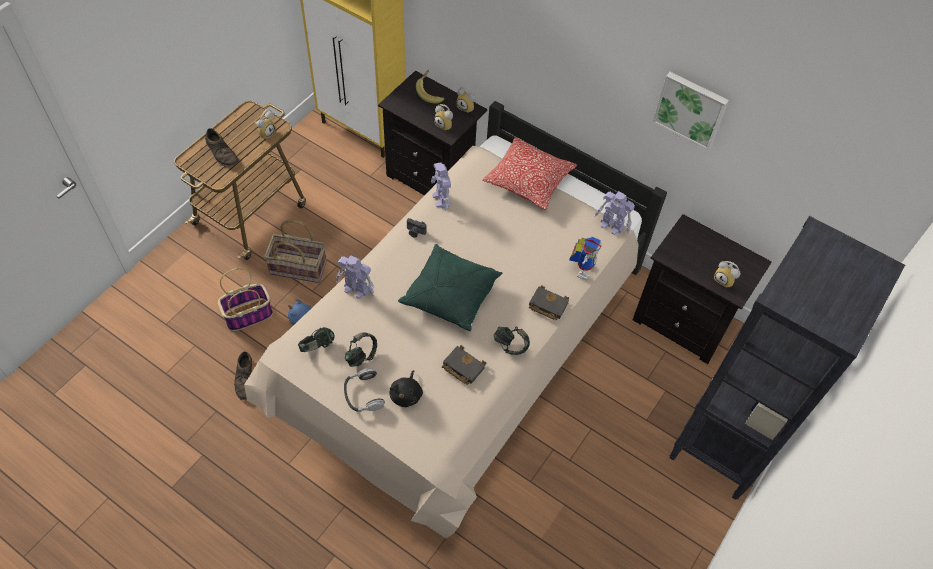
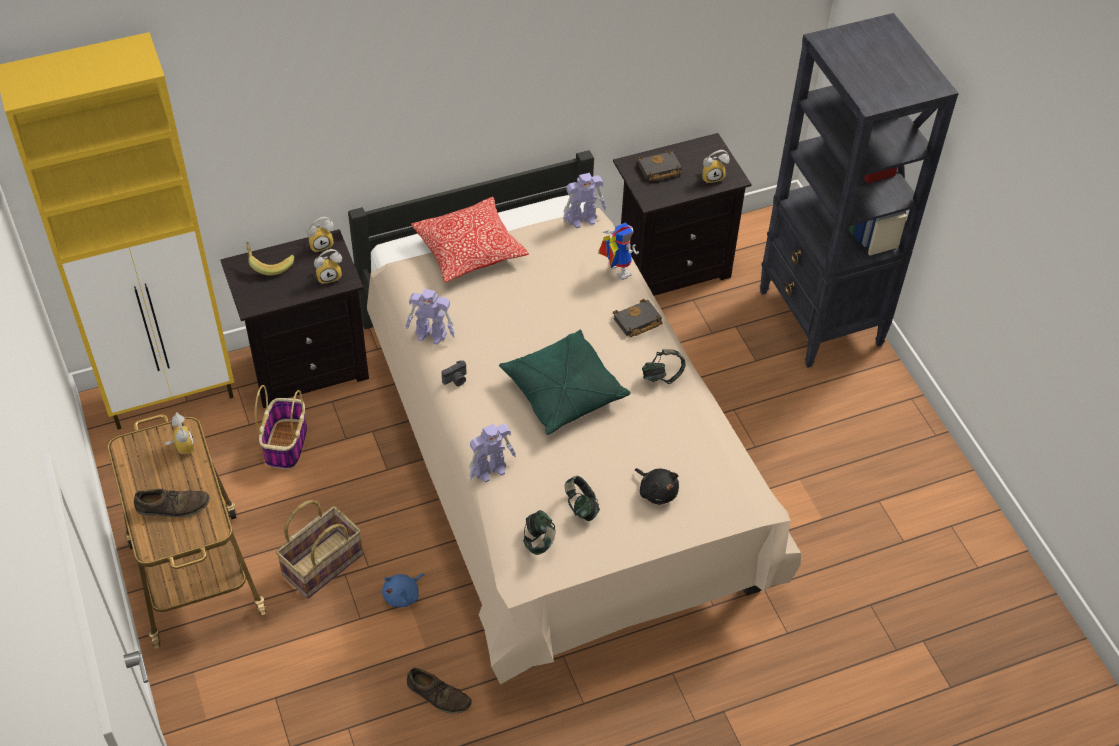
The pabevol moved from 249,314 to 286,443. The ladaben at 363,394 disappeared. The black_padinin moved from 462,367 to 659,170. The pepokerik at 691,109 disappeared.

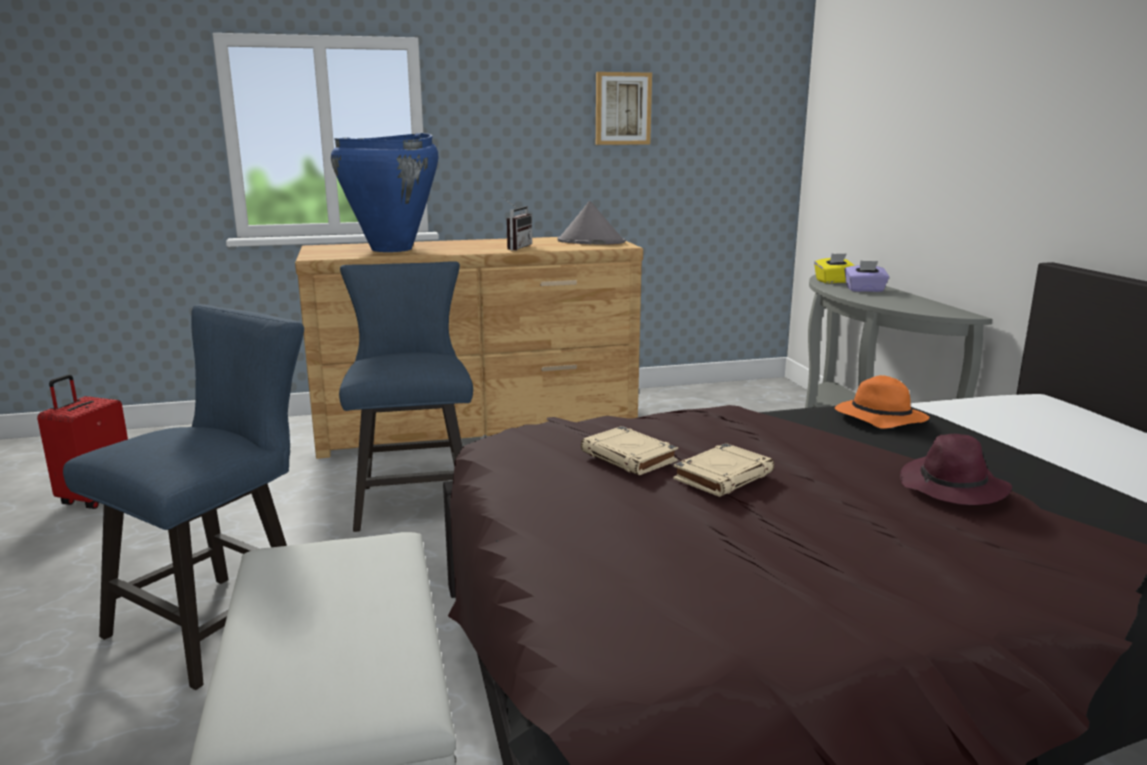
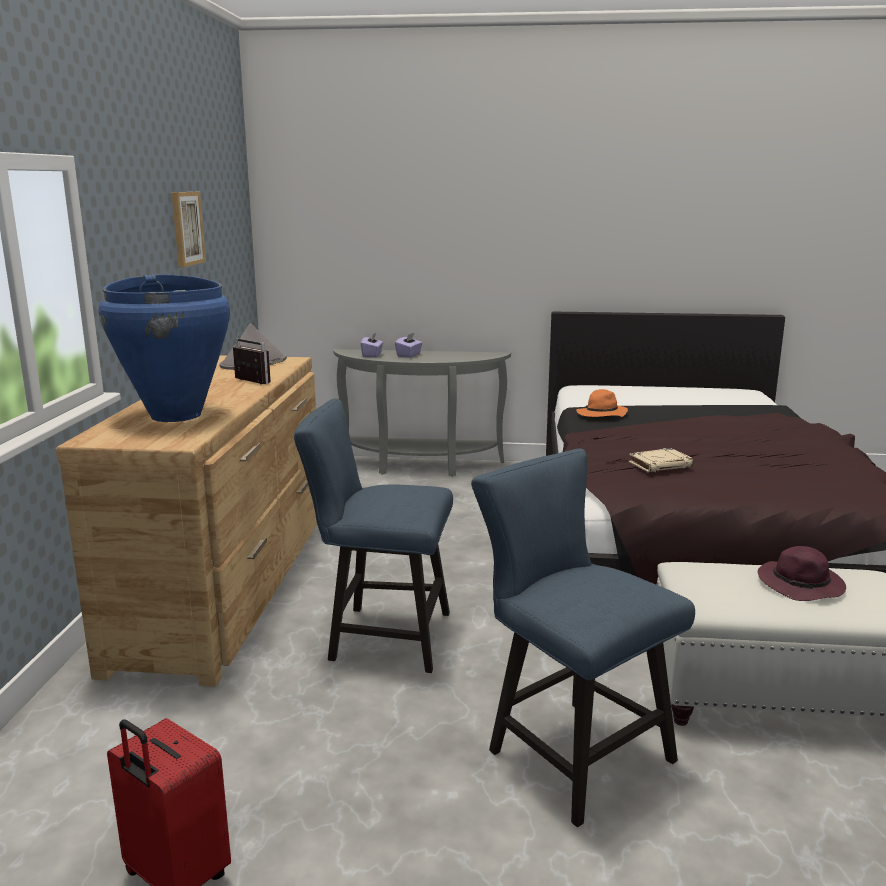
The beige_padinin at 723,476 disappeared. The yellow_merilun at 834,281 became the purple_merilun at 372,355. The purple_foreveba moved from 953,488 to 802,585.

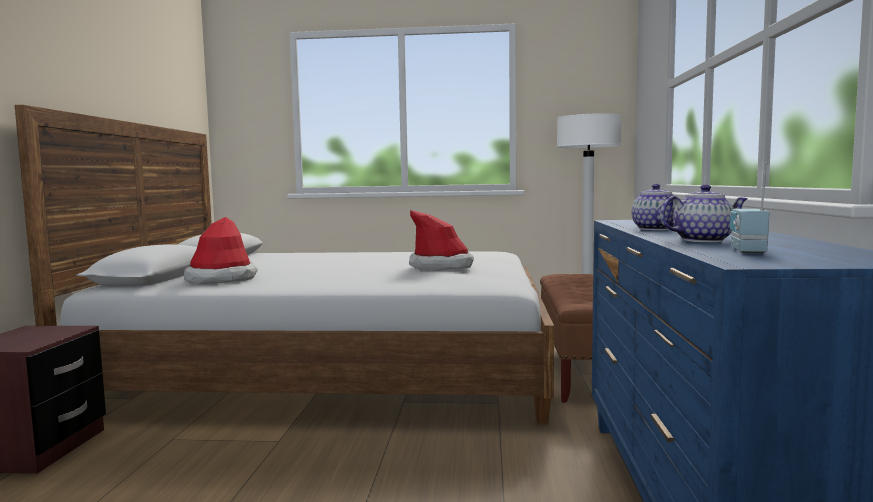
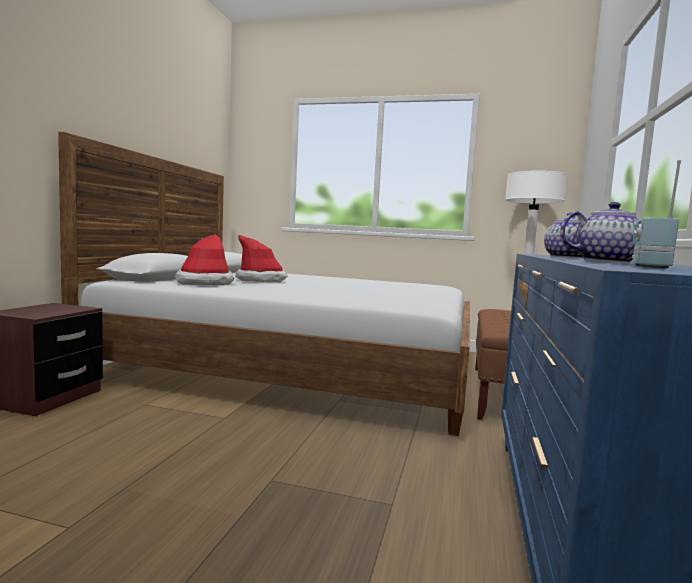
The foreveba moved from 441,266 to 261,280.

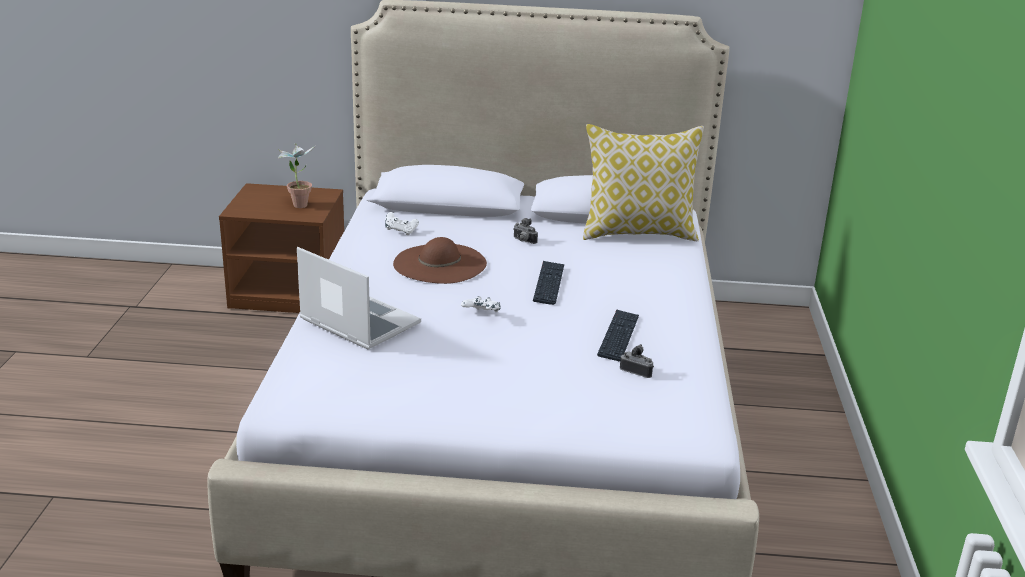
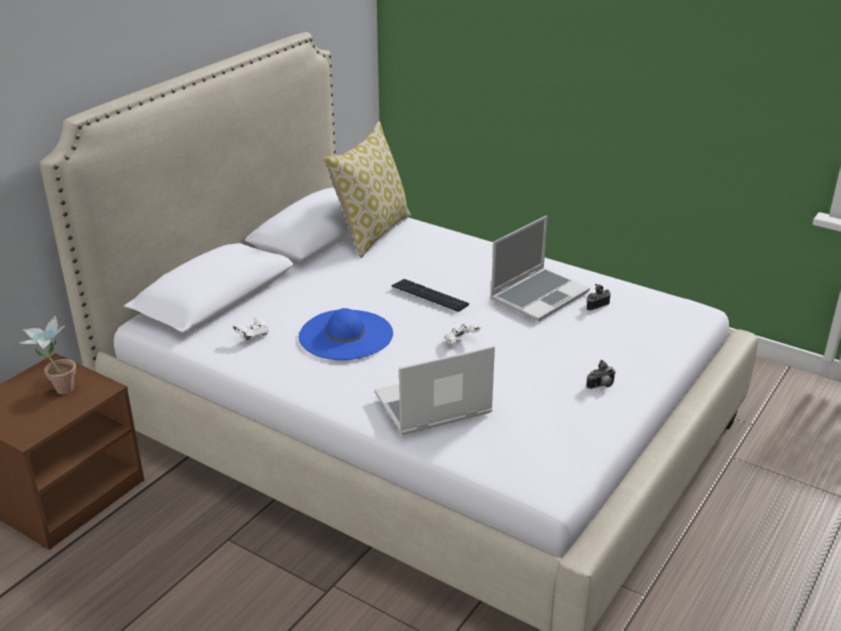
The brown_foreveba at 440,264 became the blue_foreveba at 346,335. The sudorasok moved from 523,241 to 602,386. The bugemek at 618,336 was replaced by the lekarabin at 539,295.

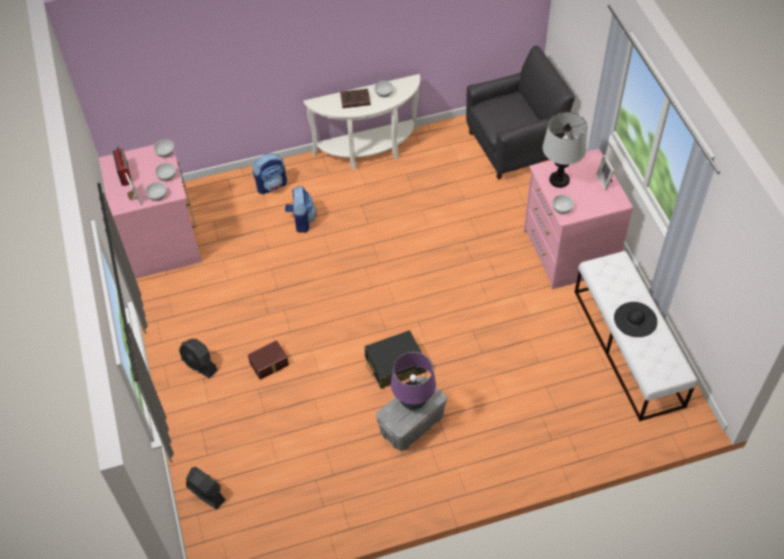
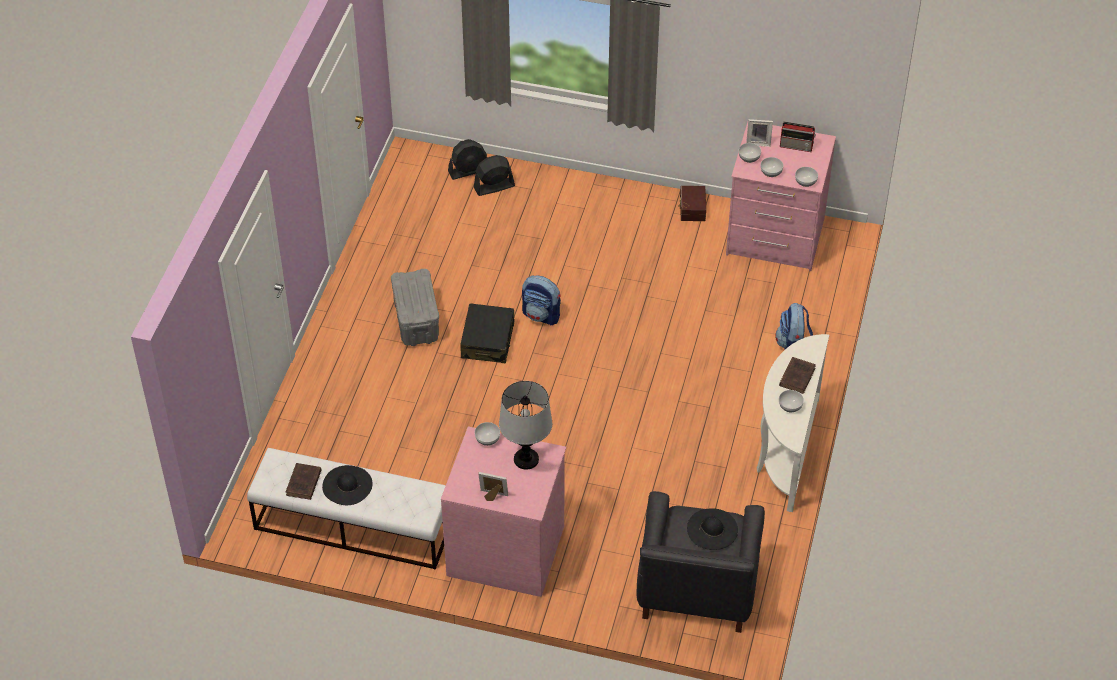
The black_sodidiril moved from 199,365 to 494,187. The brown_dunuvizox moved from 269,364 to 691,209. The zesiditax moved from 301,221 to 541,315. The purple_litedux at 413,401 disappeared. The brown_padinin at 303,484 appeared. The black_foreveba at 712,529 appeared.

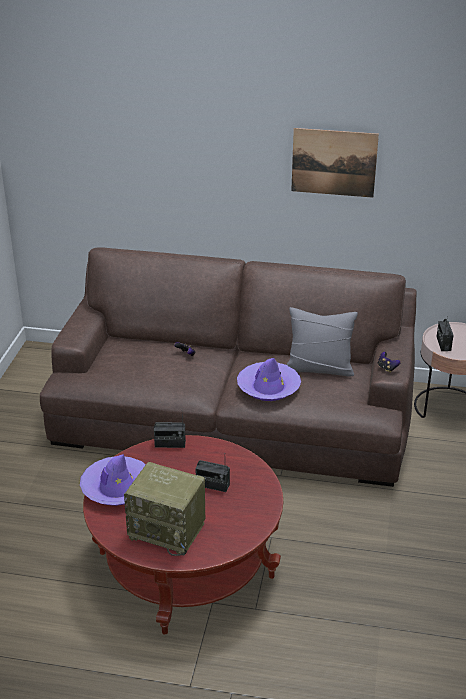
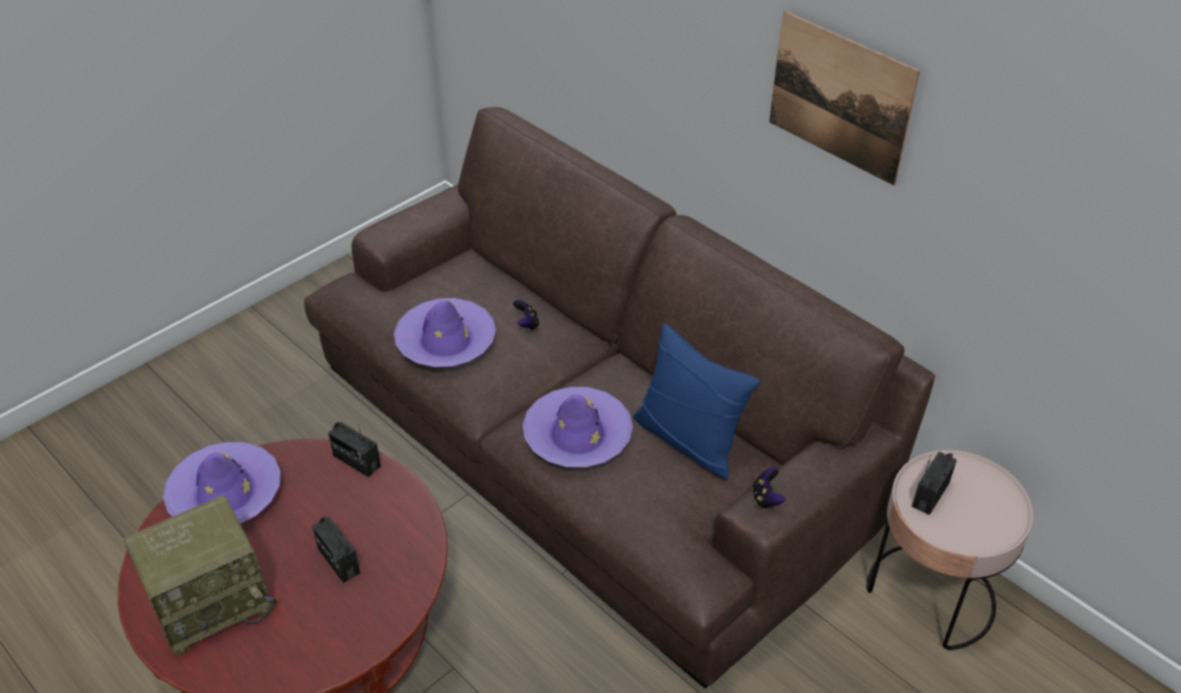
The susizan at 168,530 turned 90 degrees counterclockwise. The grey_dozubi at 319,368 became the blue_dozubi at 689,440. The purple_foreveba at 445,342 appeared.

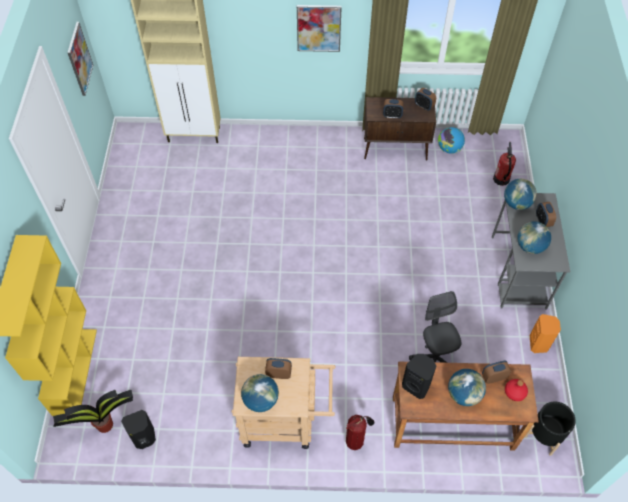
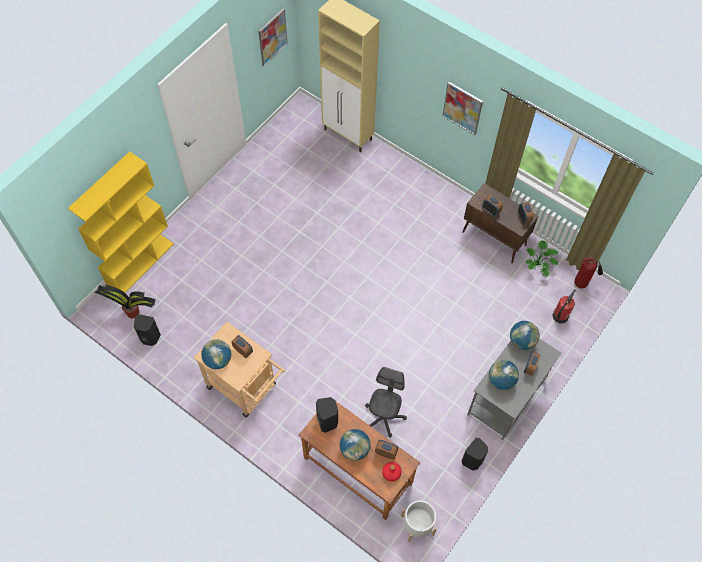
The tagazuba moved from 356,441 to 582,283. The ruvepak at 449,149 was replaced by the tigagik at 539,265. The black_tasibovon at 545,434 became the white_tasibovon at 417,525. The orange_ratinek at 539,344 became the black_ratinek at 472,460.

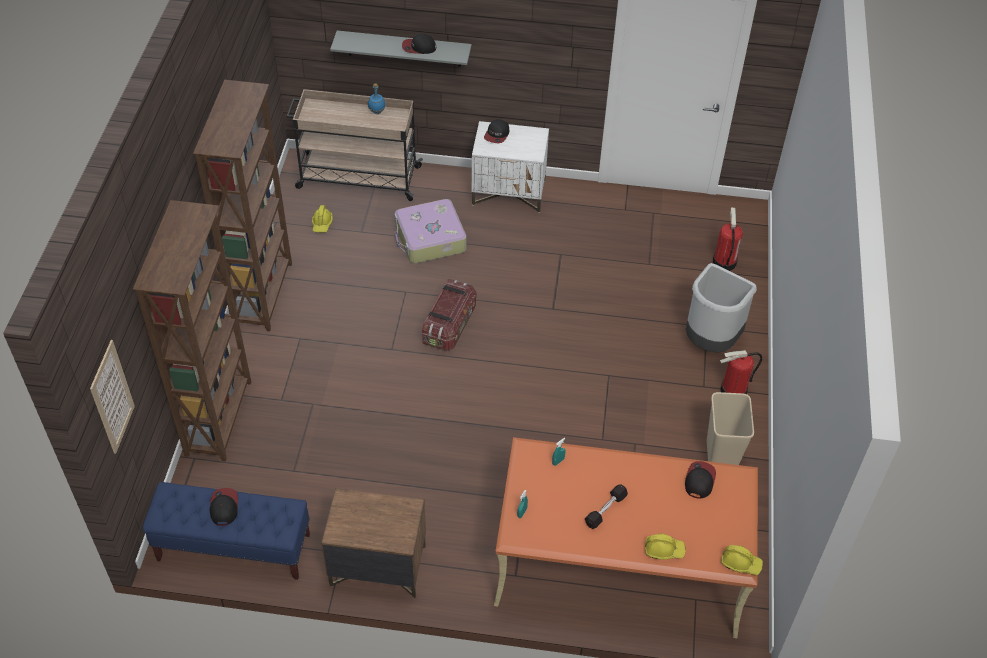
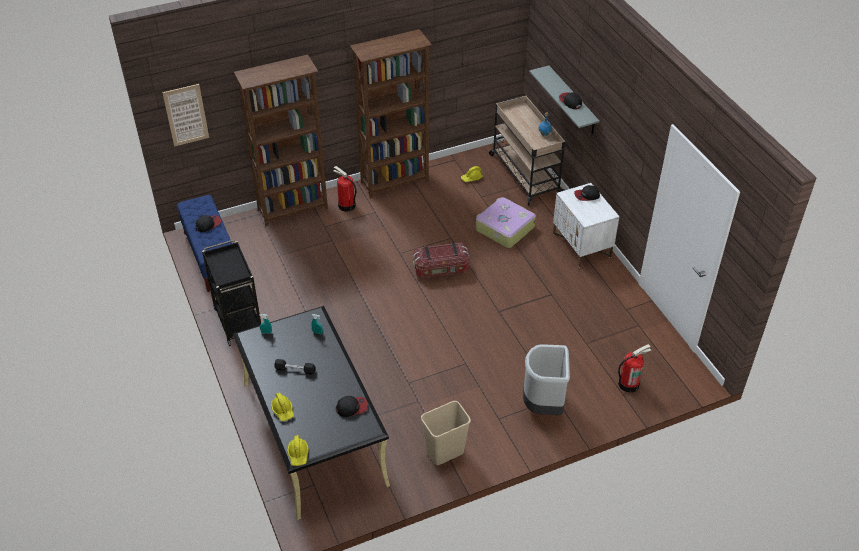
The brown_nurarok at 377,566 was replaced by the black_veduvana at 238,320. The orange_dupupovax at 618,565 became the black_dupupovax at 313,432. The tagazuba moved from 733,391 to 346,205.

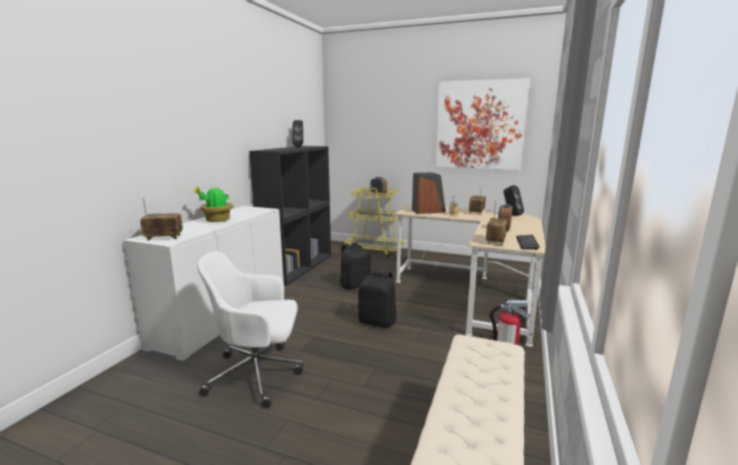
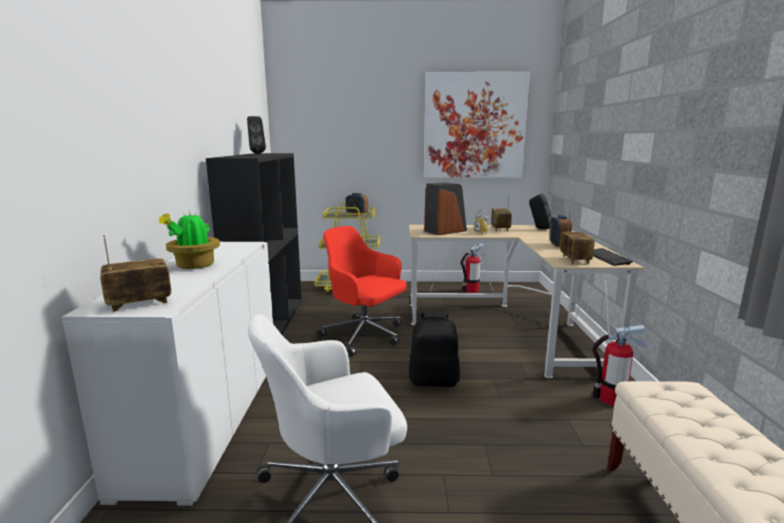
The black_zesiditax at 355,285 was replaced by the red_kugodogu at 364,336. The tagazuba at 471,290 appeared.

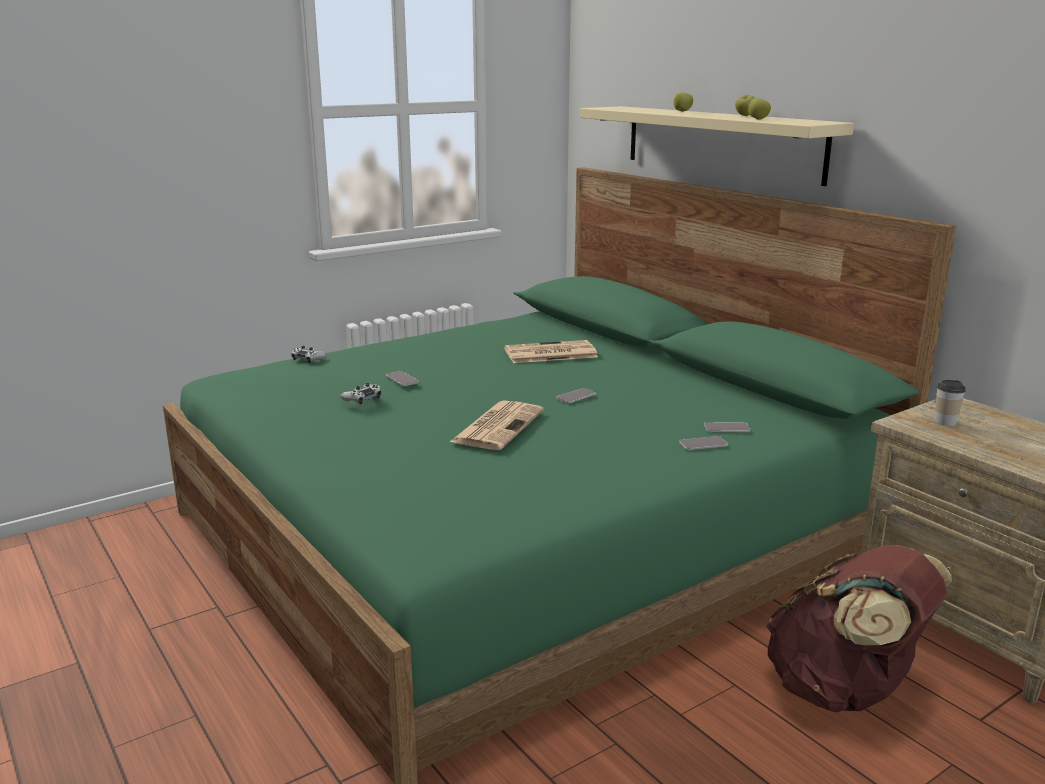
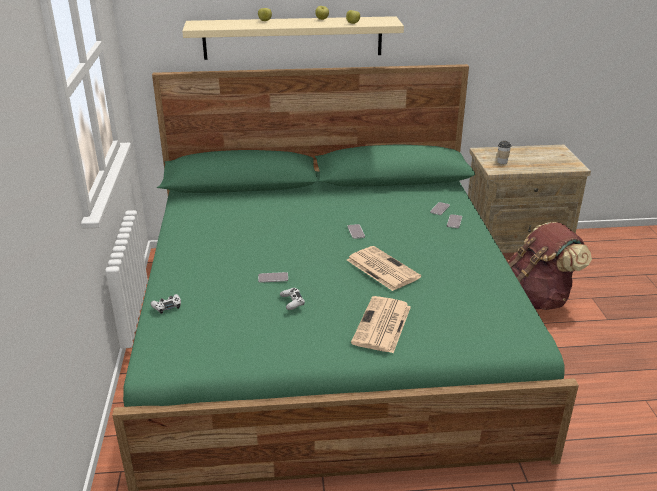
The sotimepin moved from 549,353 to 382,325.

